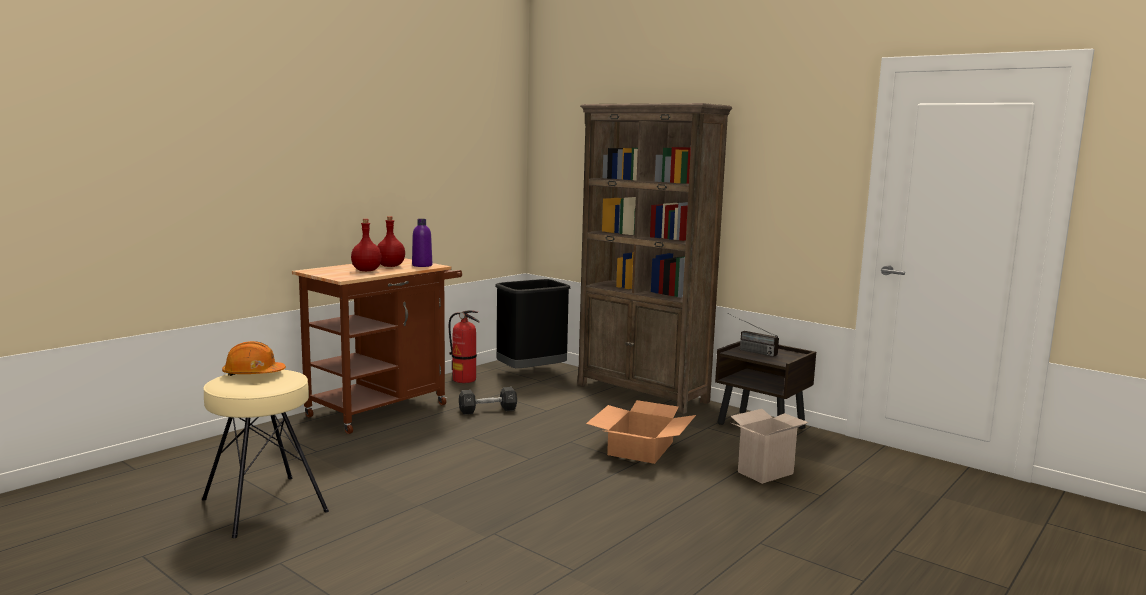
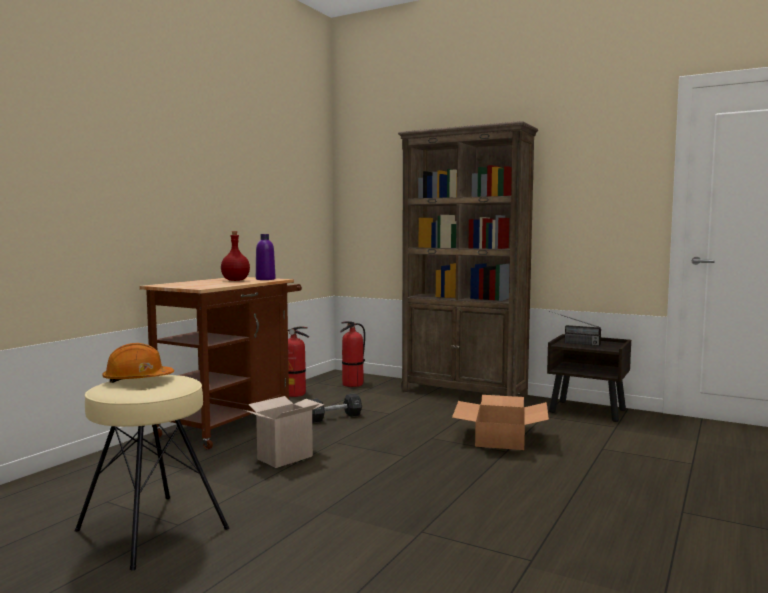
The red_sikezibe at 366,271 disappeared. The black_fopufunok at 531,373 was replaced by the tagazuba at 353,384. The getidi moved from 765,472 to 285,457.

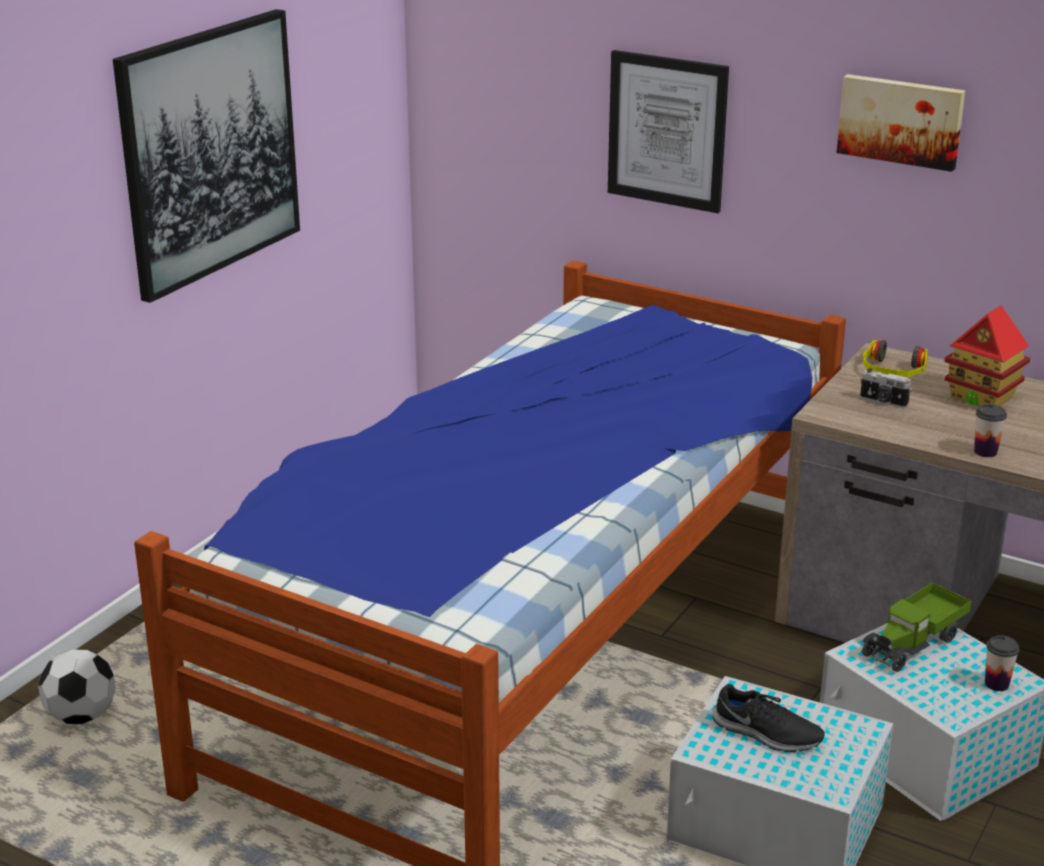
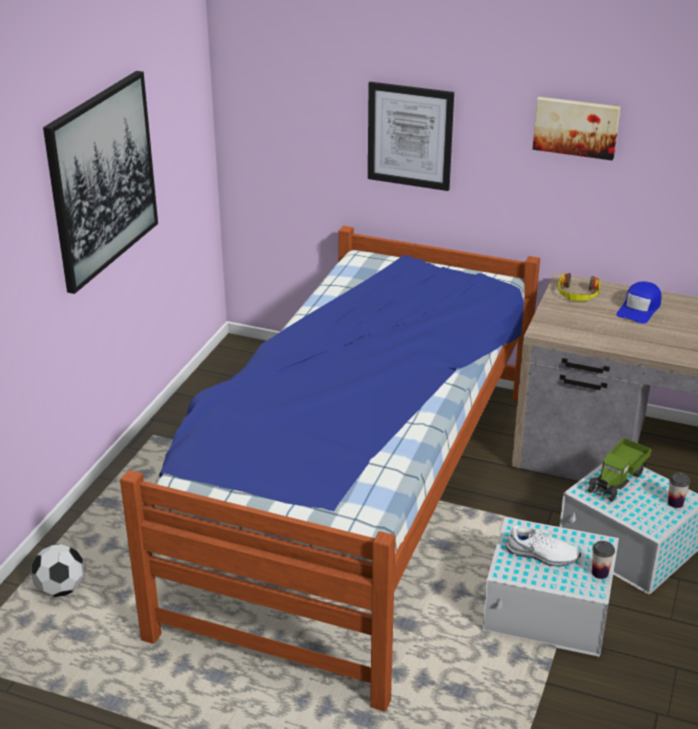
The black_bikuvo at 766,734 became the white_bikuvo at 542,555. The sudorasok at 883,402 disappeared. The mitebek at 982,397 was replaced by the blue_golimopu at 639,309. The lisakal moved from 985,452 to 600,573.

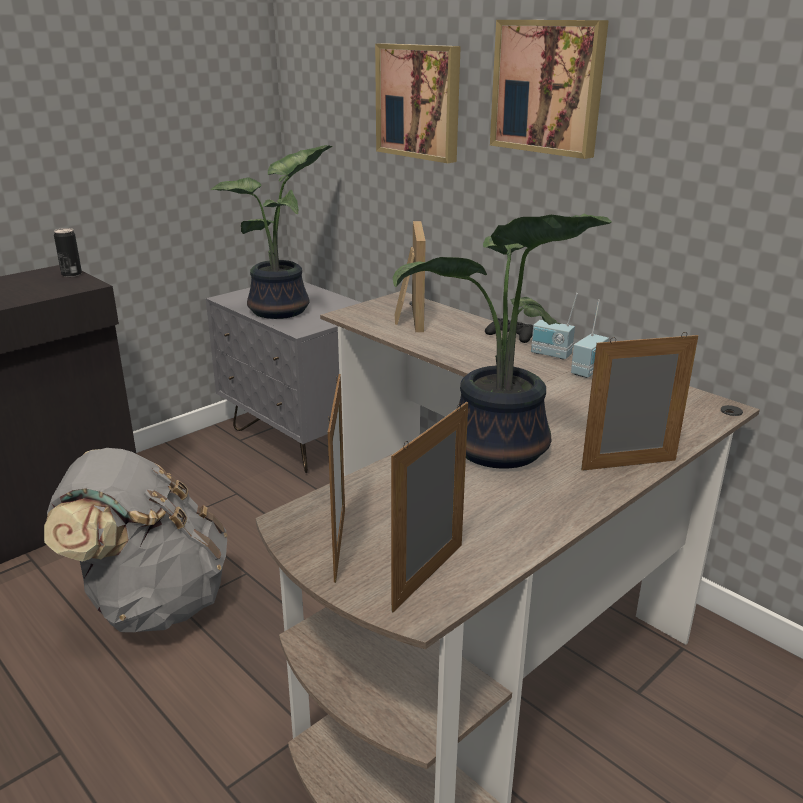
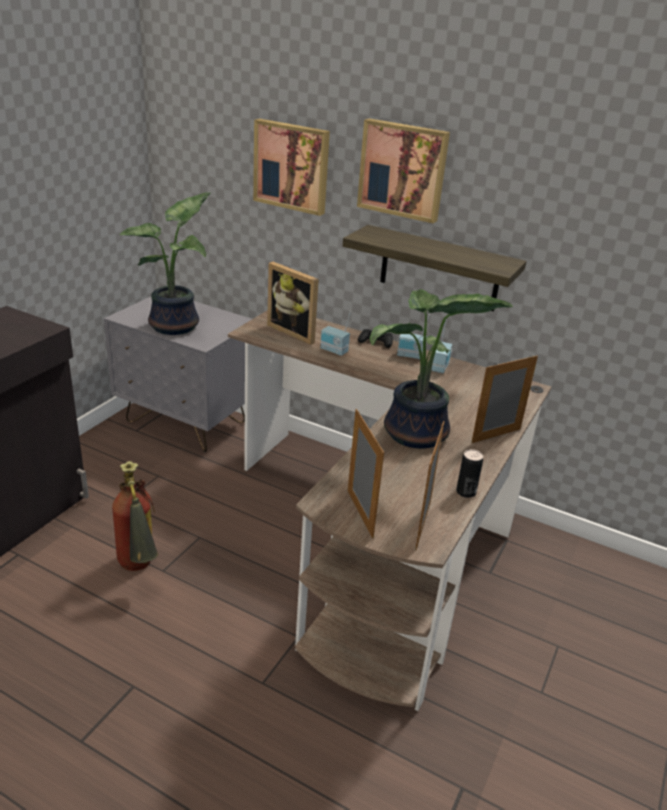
The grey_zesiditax at 153,602 was replaced by the tagazuba at 139,570. The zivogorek moved from 71,274 to 466,492. The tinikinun at 408,318 turned 150 degrees clockwise. The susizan at 333,351 appeared. The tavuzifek at 439,269 appeared.

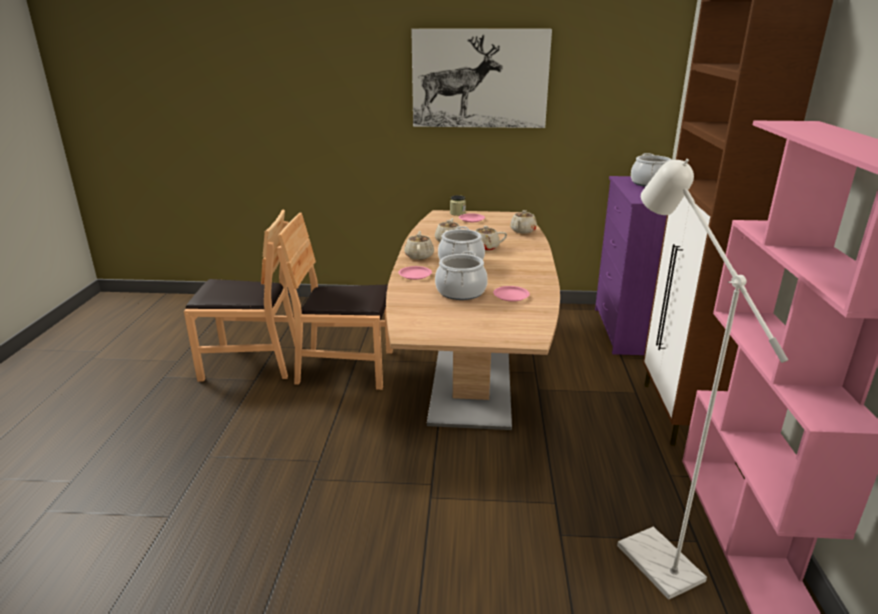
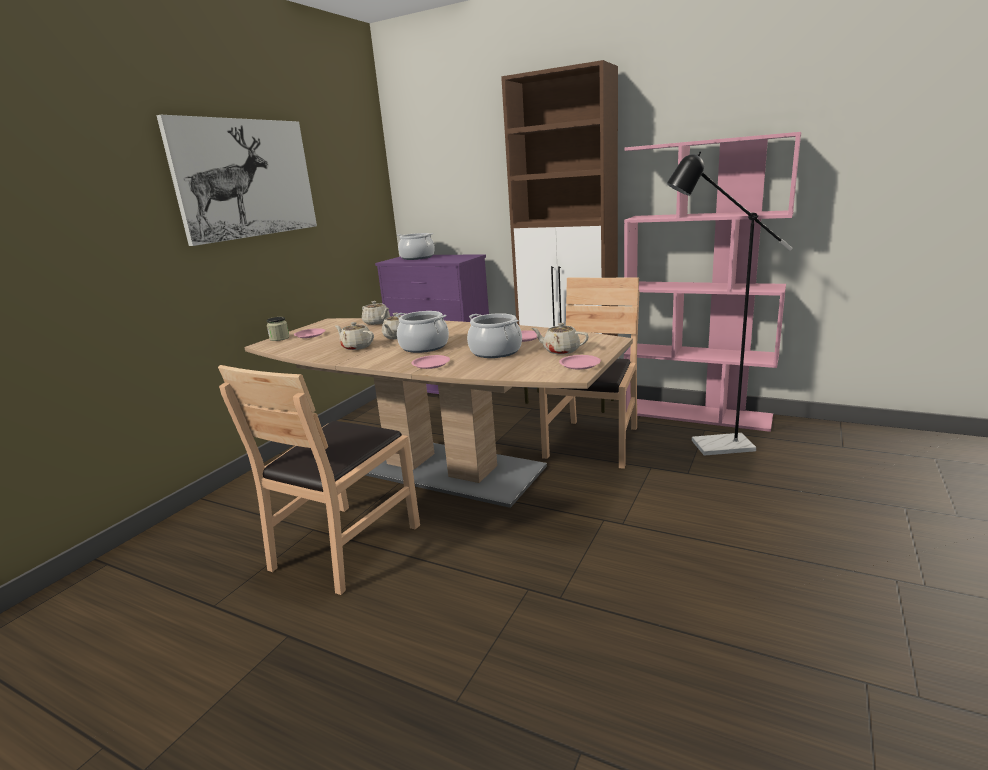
The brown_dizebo moved from 251,362 to 593,443. The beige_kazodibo moved from 419,256 to 560,351. The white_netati at 648,552 became the black_netati at 712,446. The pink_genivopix at 579,364 appeared.

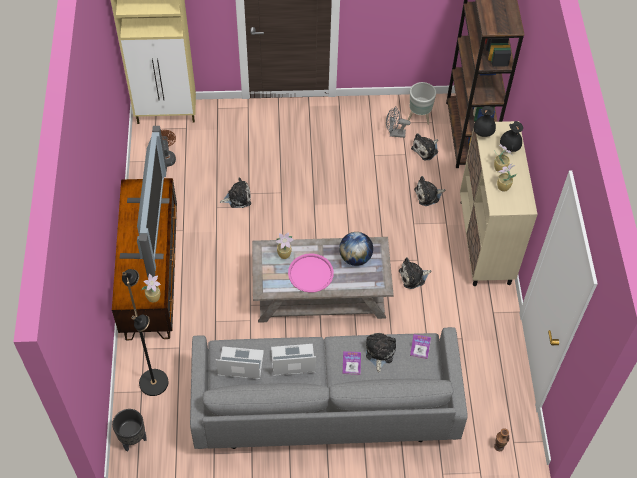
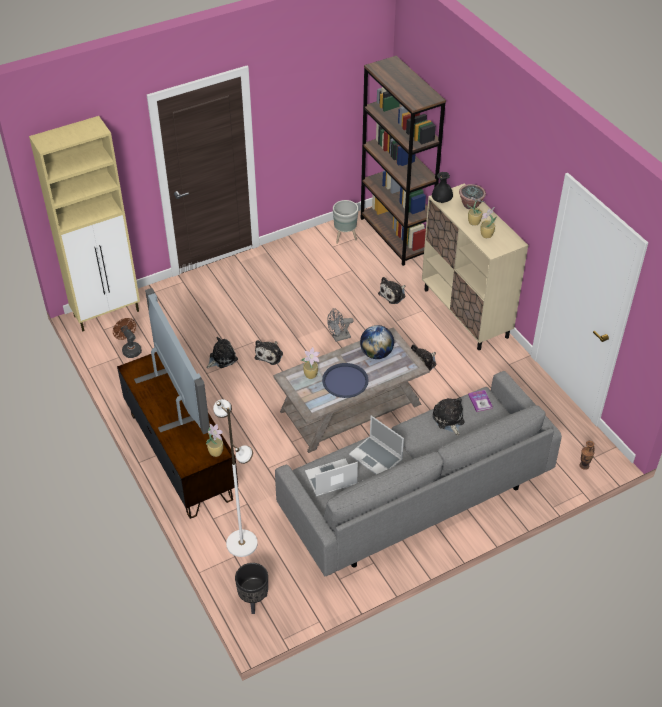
The black_netati at 154,382 became the white_netati at 242,543. The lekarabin at 292,361 turned 105 degrees counterclockwise. The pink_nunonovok at 310,273 became the blue_nunonovok at 345,381. The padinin at 351,363 disappeared. The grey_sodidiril moved from 394,133 to 338,337. The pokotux moved from 426,149 to 270,355. The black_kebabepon at 509,148 was replaced by the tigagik at 471,205.

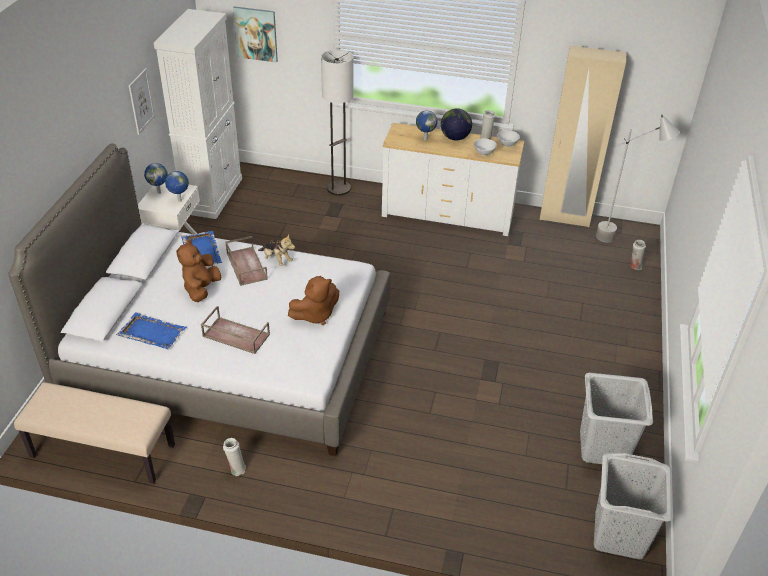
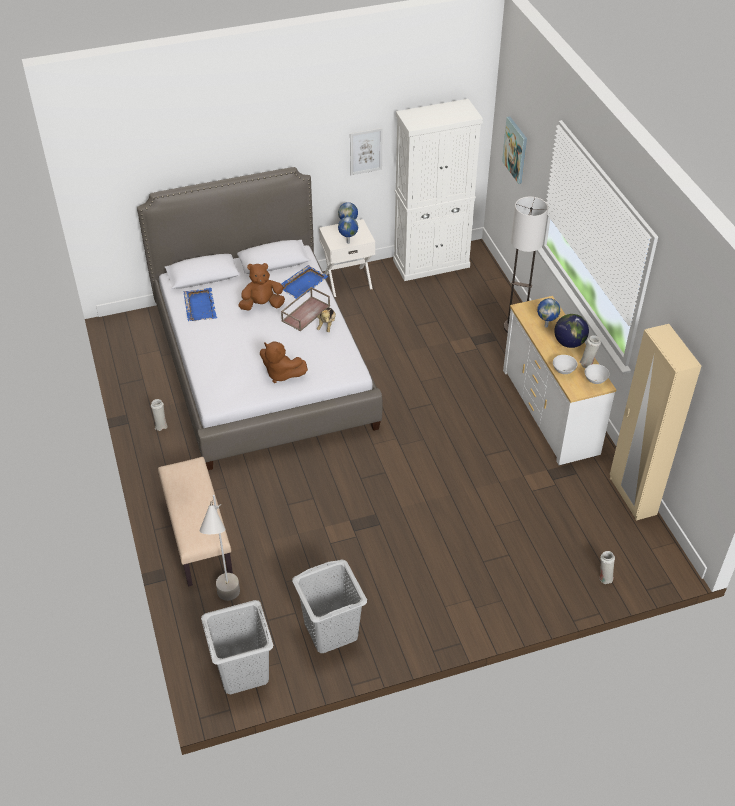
The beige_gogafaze moved from 102,451 to 197,535. The brown_nunonovok at 235,335 disappeared. The grey_netati moved from 620,241 to 228,607.

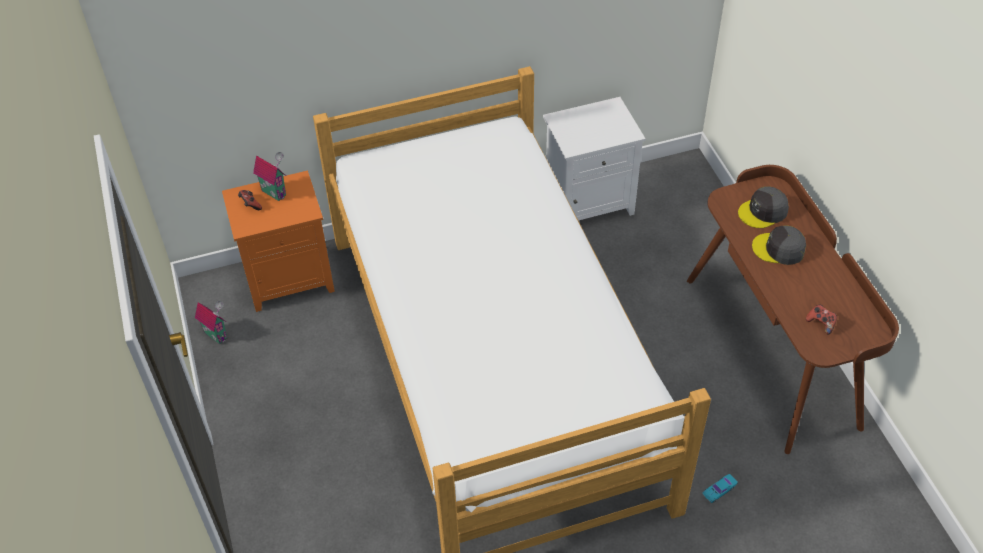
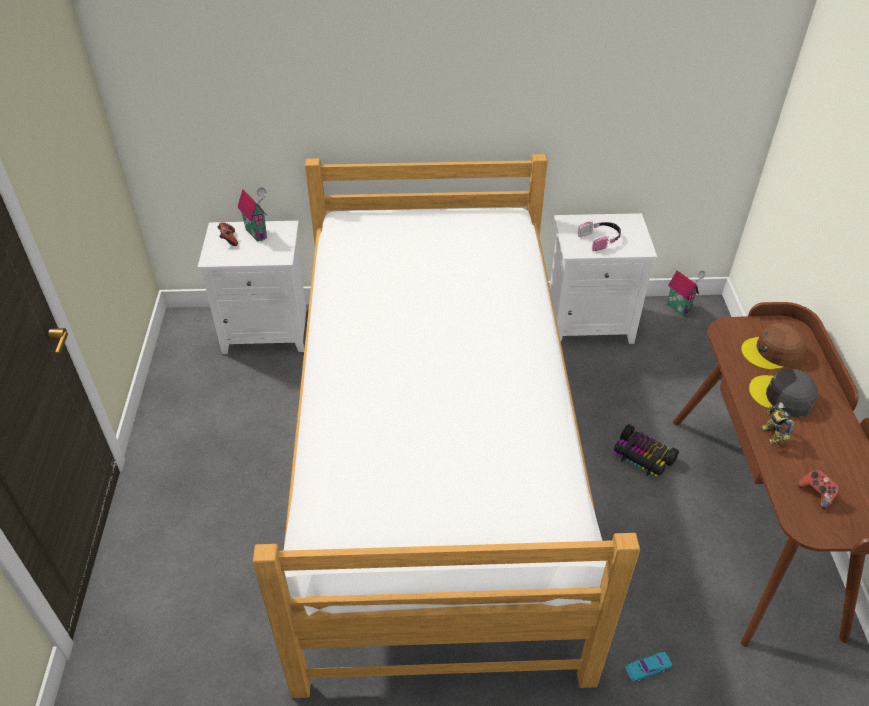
The mitebek moved from 217,334 to 679,307. The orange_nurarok at 290,278 became the white_nurarok at 268,330. The grey_golimopu at 763,212 became the brown_golimopu at 772,352. The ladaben at 600,239 appeared. The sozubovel at 642,457 appeared. The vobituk at 770,436 appeared.

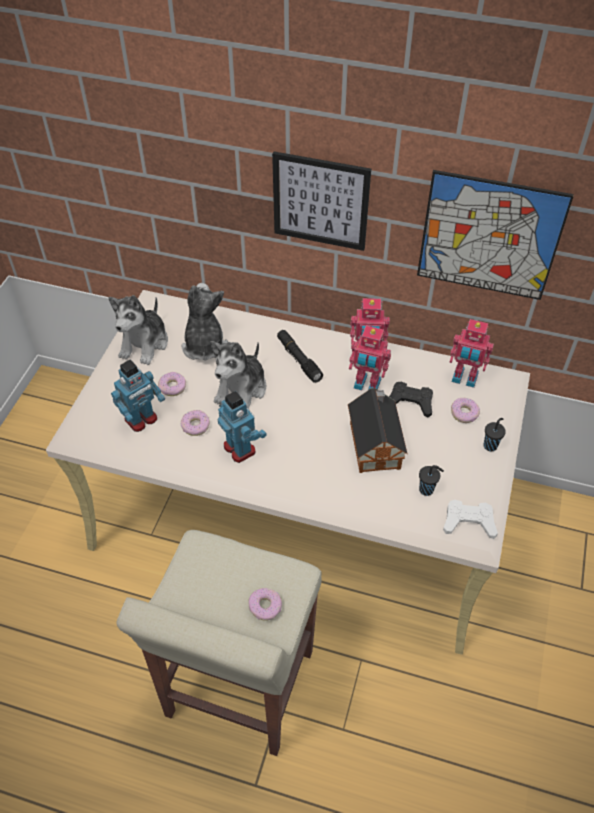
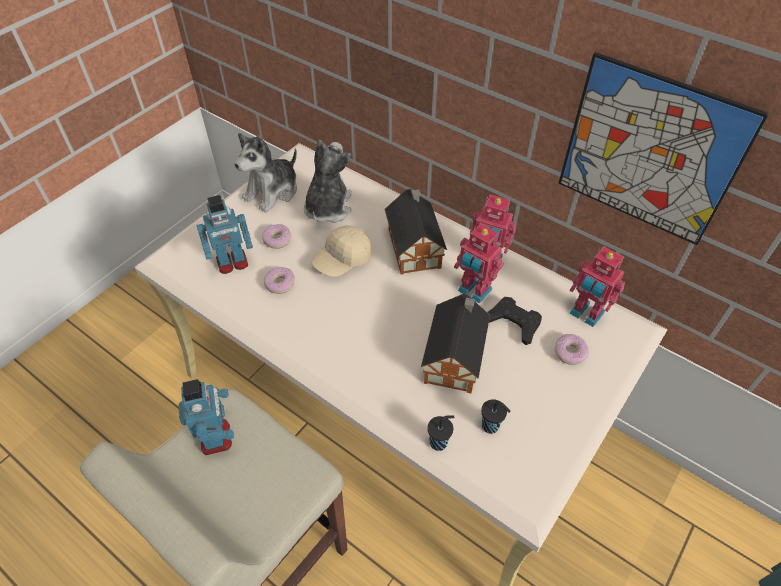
The pokotux at 241,389 was replaced by the beige_golimopu at 342,260. The vobituk moved from 240,448 to 216,437. The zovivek at 265,606 disappeared. The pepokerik at 320,201 disappeared. The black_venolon at 299,359 was replaced by the mitebek at 414,246. The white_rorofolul at 469,522 disappeared. The black_lisakal moved from 490,445 to 439,442.

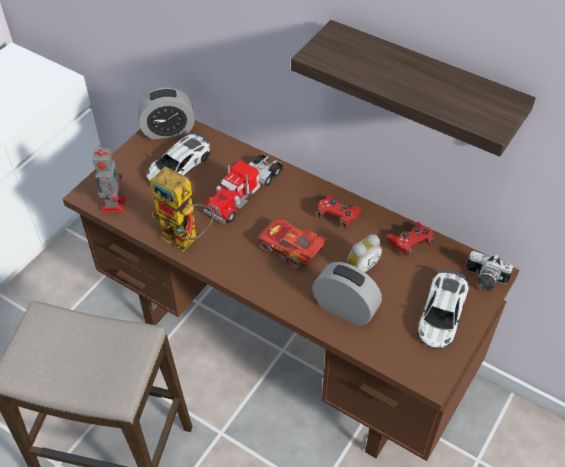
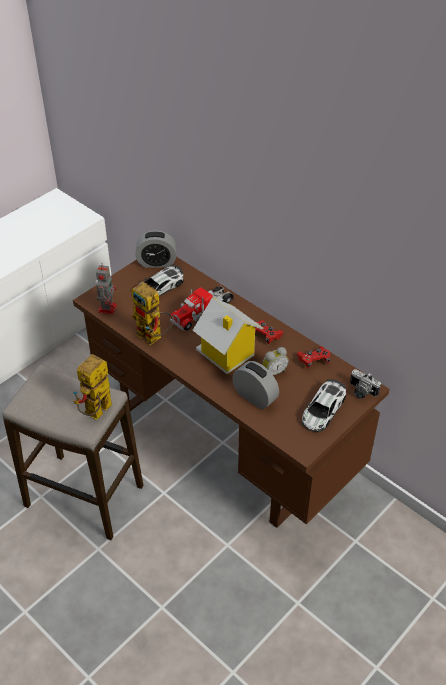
The red_sozubovel at 291,250 was replaced by the mitebek at 226,354. The tavuzifek at 422,87 disappeared. The vobituk at 96,414 appeared.

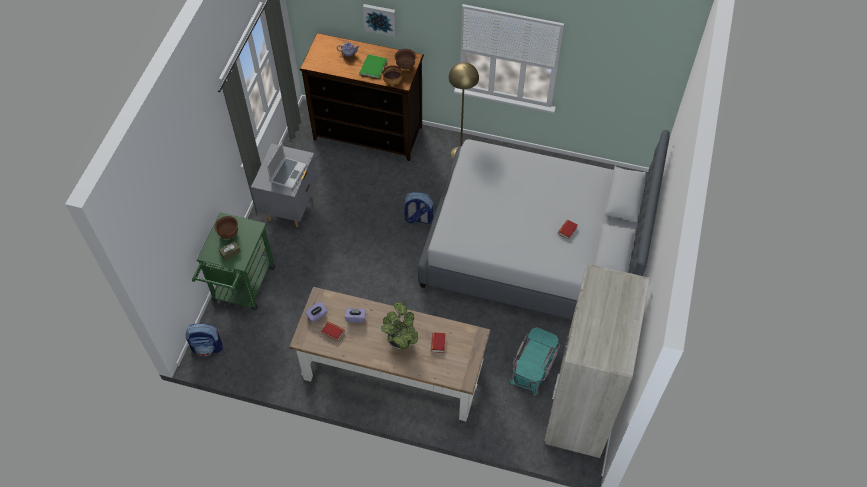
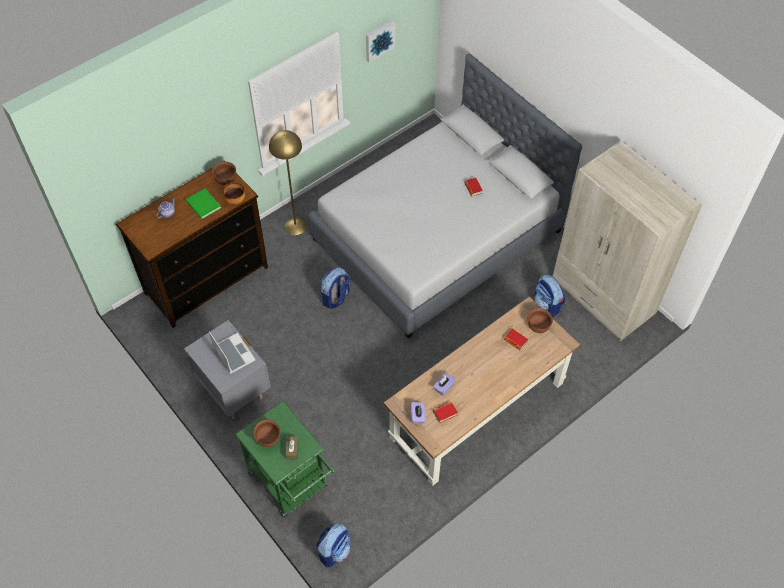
The pepokerik moved from 380,19 to 379,40. The tigagik at 400,339 disappeared. The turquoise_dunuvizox at 534,366 was replaced by the zesiditax at 547,305. The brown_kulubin at 538,326 appeared.

